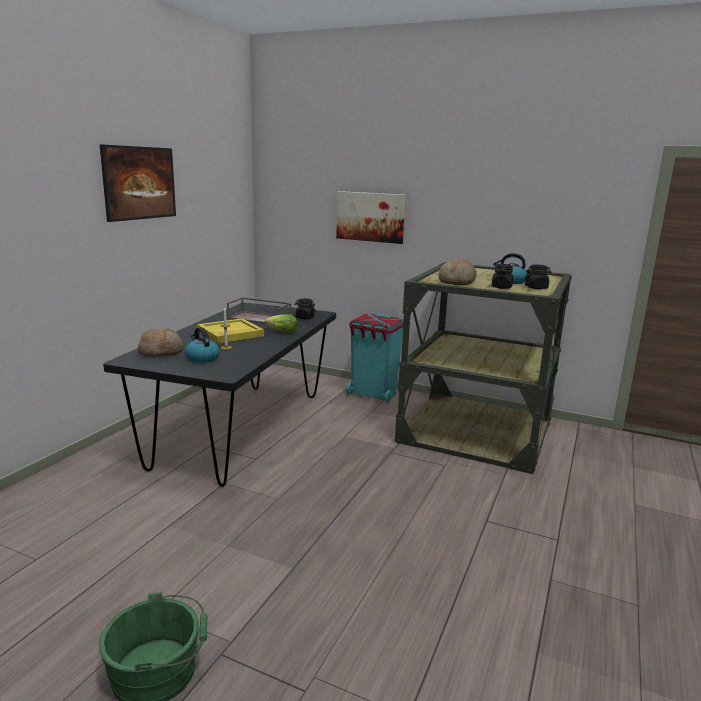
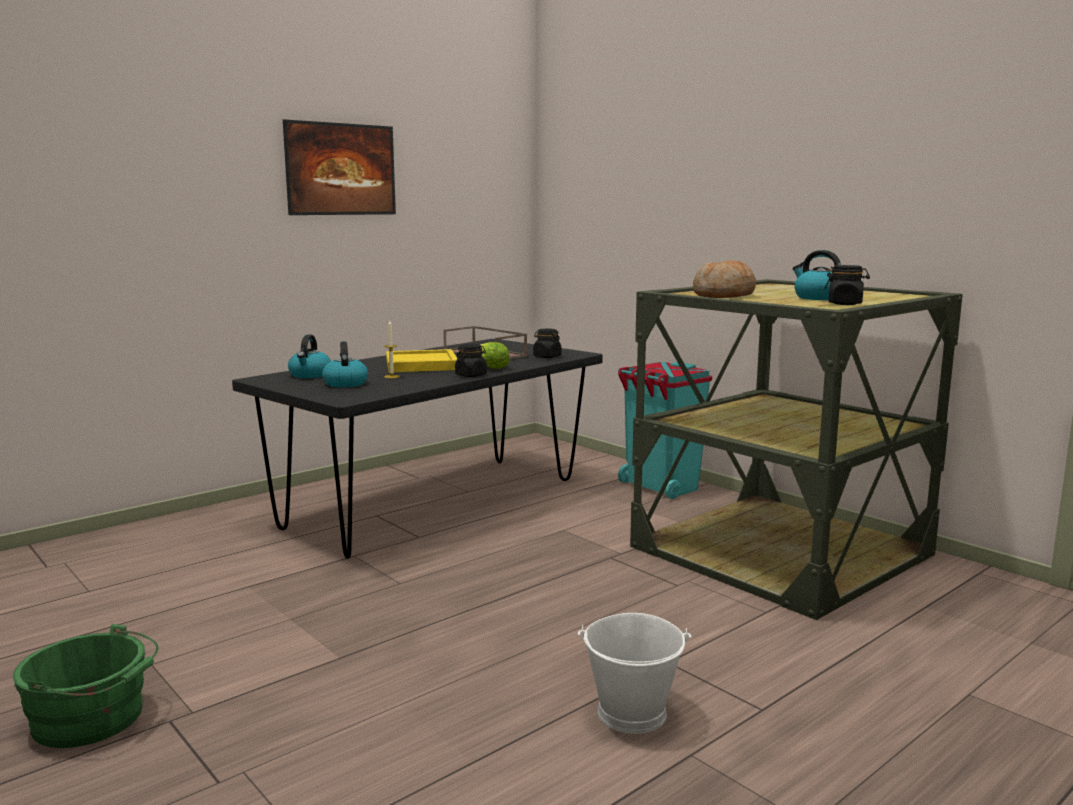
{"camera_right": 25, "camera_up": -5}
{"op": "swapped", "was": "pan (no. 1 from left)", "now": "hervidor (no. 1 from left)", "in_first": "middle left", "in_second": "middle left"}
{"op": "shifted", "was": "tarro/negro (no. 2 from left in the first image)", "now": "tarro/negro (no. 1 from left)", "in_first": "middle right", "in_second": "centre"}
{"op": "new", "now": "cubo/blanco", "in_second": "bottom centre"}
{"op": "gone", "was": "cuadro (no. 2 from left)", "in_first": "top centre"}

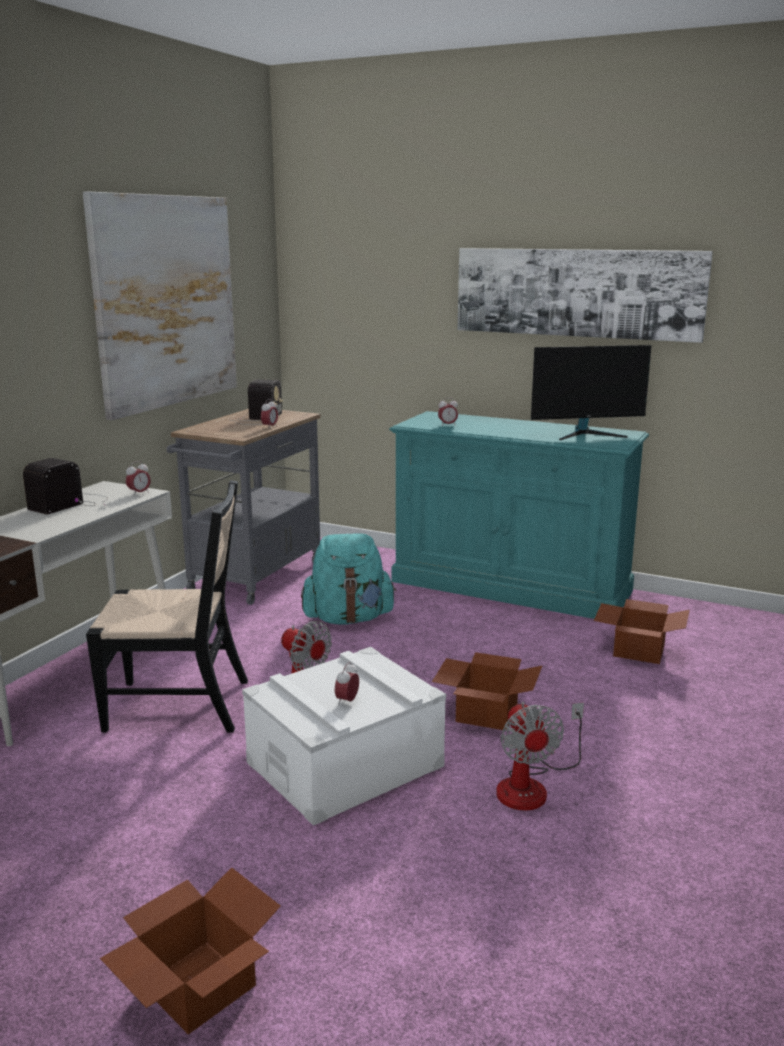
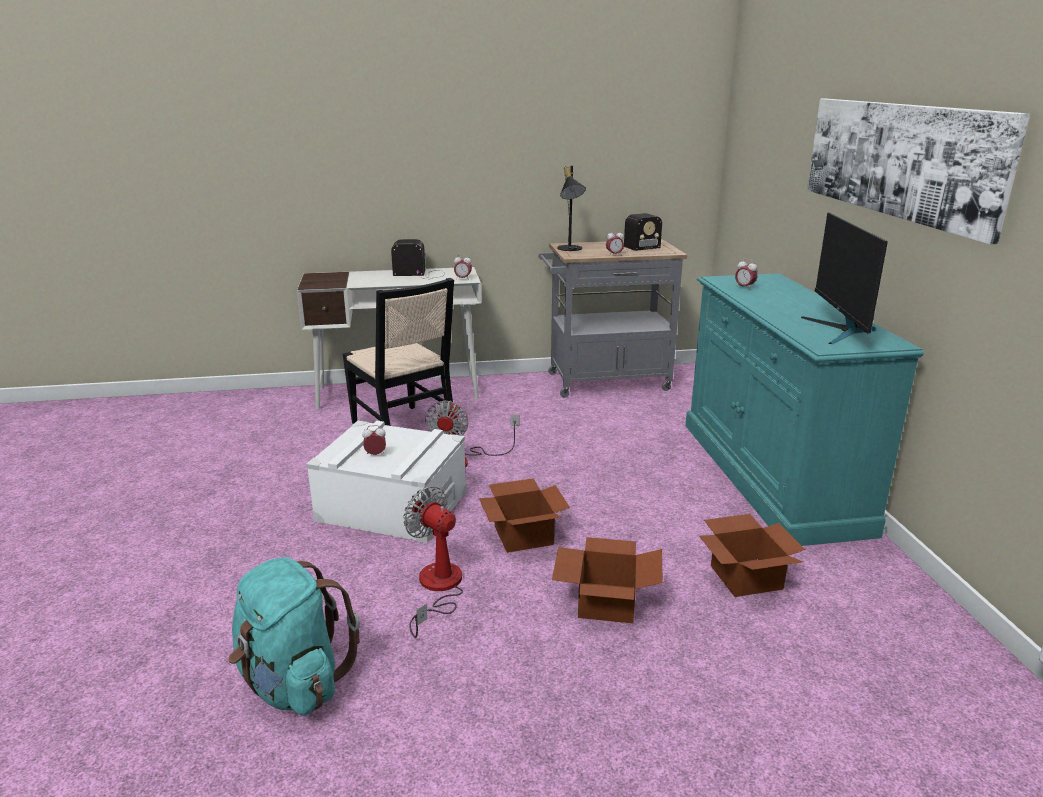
{"camera_right": 55, "camera_up": 5}
{"op": "shifted", "was": "mochila/turquesa", "in_first": "centre", "in_second": "bottom left"}
{"op": "rotated", "was": "ventilador (no. 2 from left in the first image)", "in_first": "bottom right", "in_second": "bottom centre", "clockwise": 90}
{"op": "shifted", "was": "caja de cartón (no. 1 from left in the first image)", "now": "caja de cartón (no. 2 from left)", "in_first": "bottom left", "in_second": "bottom centre"}
{"op": "new", "now": "lámpara de mesa/negro", "in_second": "top centre"}
{"op": "rotated", "was": "monitor", "in_first": "middle right", "in_second": "middle right", "clockwise": 45}
{"op": "gone", "was": "cuadro (no. 1 from left)", "in_first": "top left"}

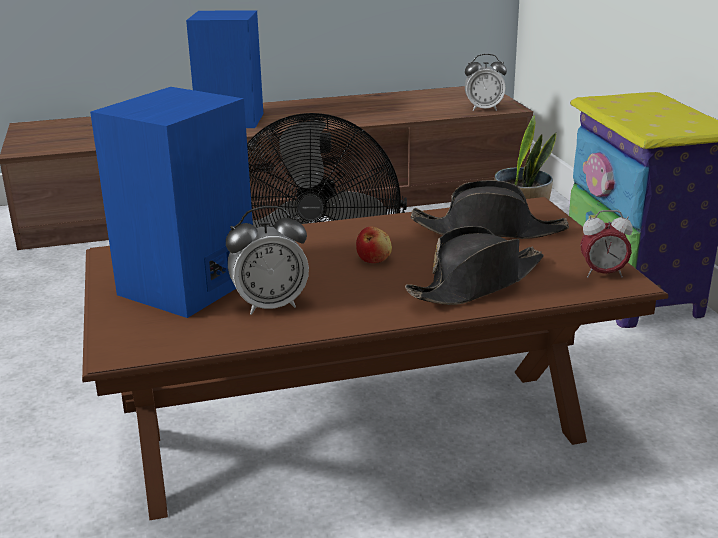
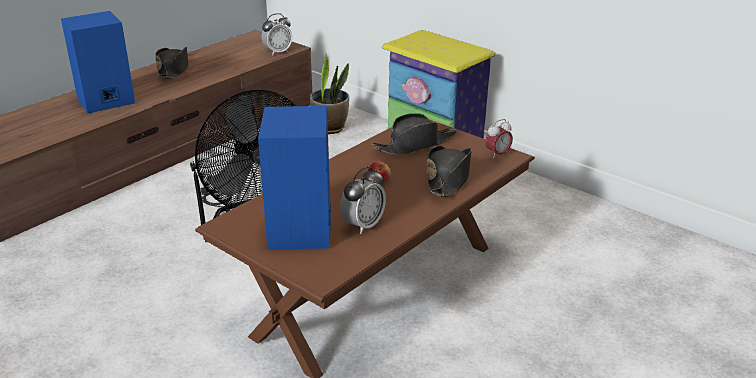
{"camera_right": -35, "camera_up": 5}
{"op": "new", "now": "sombrero/negro (no. 1 from left)", "in_second": "top left"}

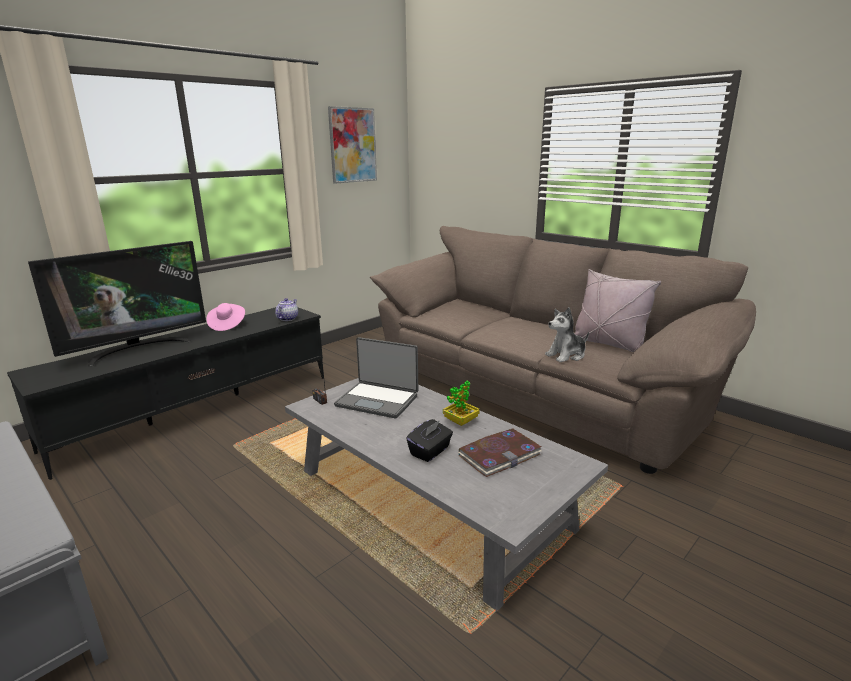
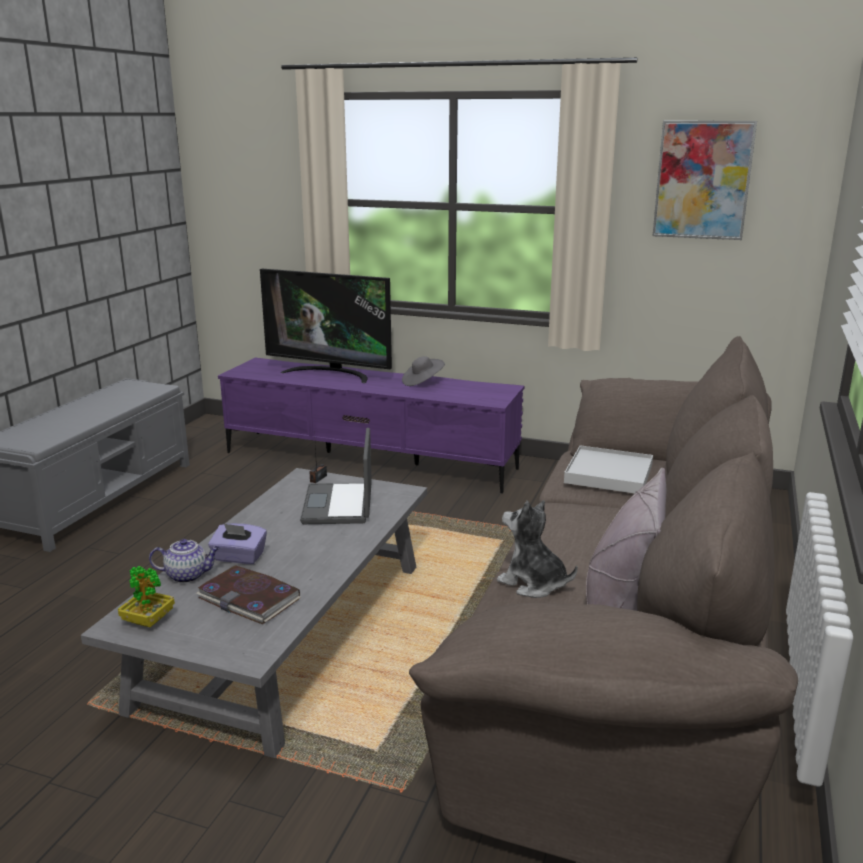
{"camera_right": 65, "camera_up": 0}
{"op": "shifted", "was": "planta en maceta", "in_first": "centre", "in_second": "bottom left"}
{"op": "shifted", "was": "tetera", "in_first": "centre", "in_second": "middle left"}
{"op": "repainted", "was": "caja de pañuelos/negro", "now": "caja de pañuelos/morado", "in_first": "centre", "in_second": "middle left"}
{"op": "repainted", "was": "mueble de televisión/negro", "now": "mueble de televisión/morado", "in_first": "middle left", "in_second": "centre"}
{"op": "repainted", "was": "sombrero/rosa", "now": "sombrero/gris", "in_first": "middle left", "in_second": "centre"}
{"op": "new", "now": "bandeja/blanco", "in_second": "middle right"}

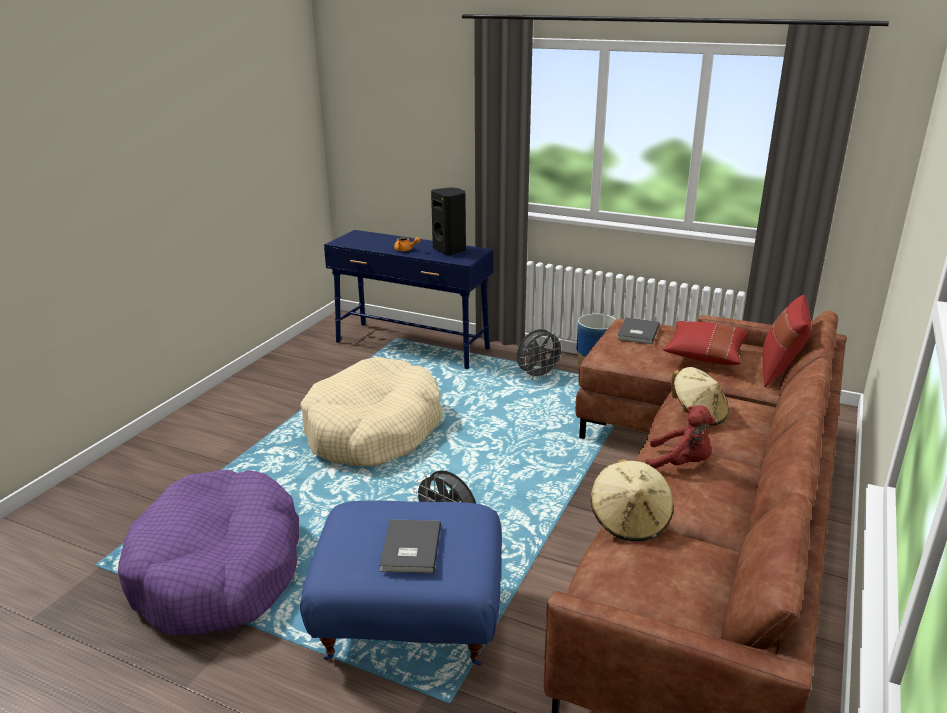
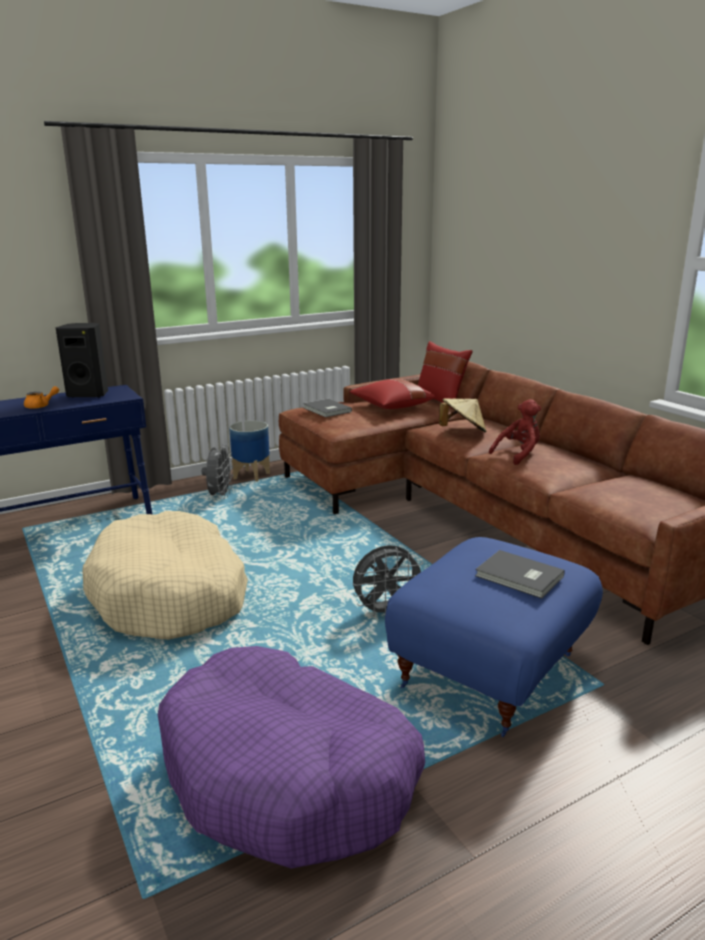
{"camera_right": -55, "camera_up": -5}
{"op": "gone", "was": "sombrero/beis (no. 1 from left)", "in_first": "bottom right"}

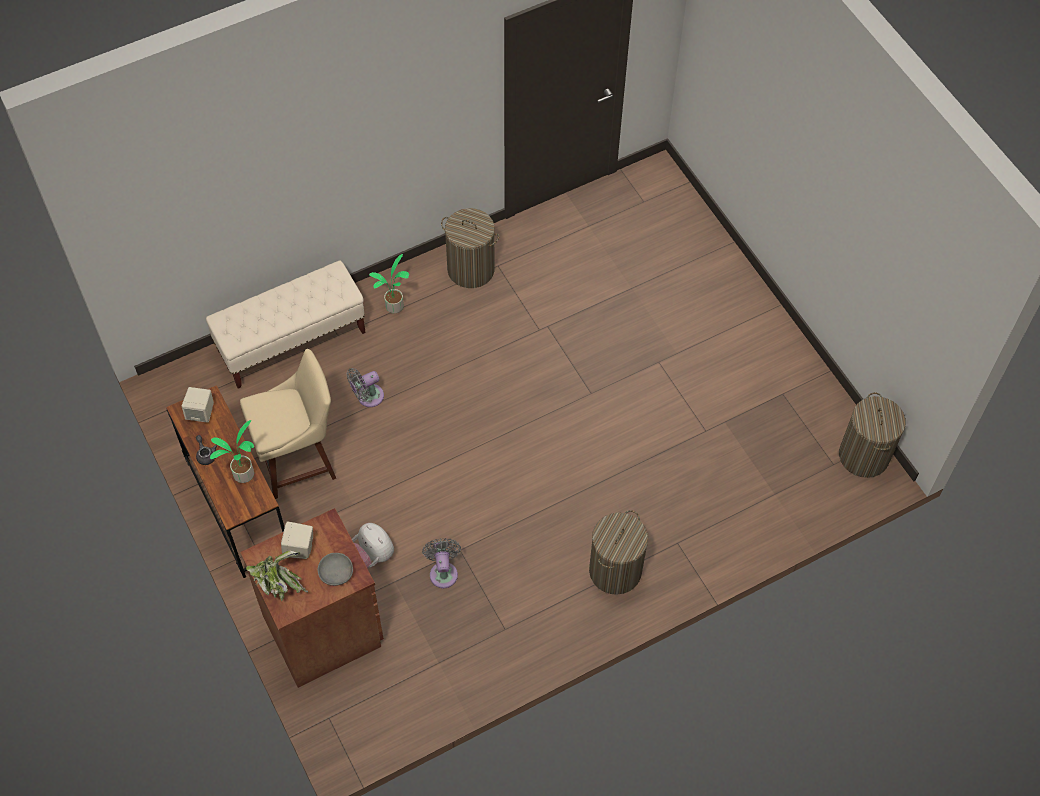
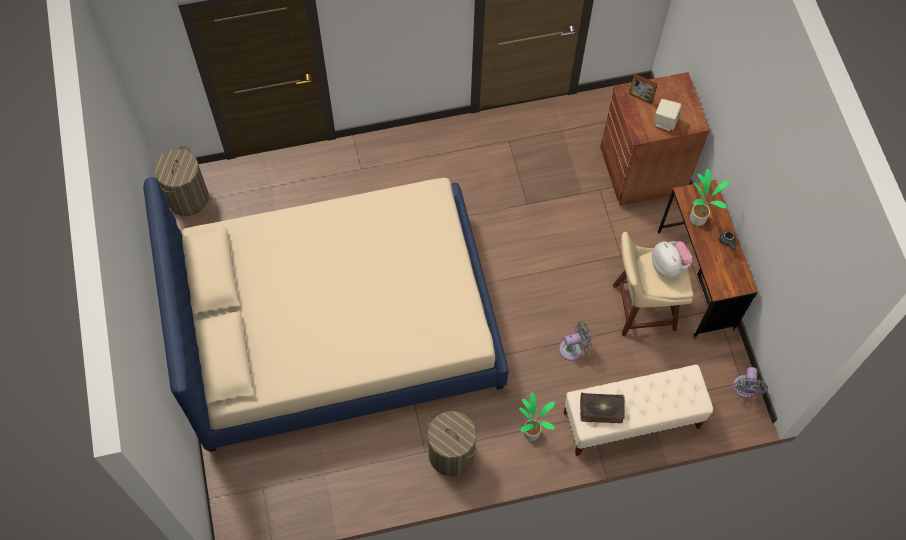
{"camera_right": -165, "camera_up": 5}
{"op": "new", "now": "cama/beis", "in_second": "centre"}
{"op": "new", "now": "libro", "in_second": "bottom centre"}
{"op": "swapped", "was": "cuenco/gris", "now": "portarretratos", "in_first": "bottom left", "in_second": "top right"}
{"op": "shifted", "was": "peluche", "in_first": "bottom centre", "in_second": "middle right"}
{"op": "shifted", "was": "ventilador/gris (no. 2 from left)", "in_first": "bottom centre", "in_second": "bottom right"}
{"op": "gone", "was": "altavoz/beis (no. 1 from left)", "in_first": "middle left"}
{"op": "gone", "was": "planta en maceta (no. 2 from left)", "in_first": "bottom left"}
{"op": "gone", "was": "cesto de la ropa (no. 2 from left)", "in_first": "bottom centre"}

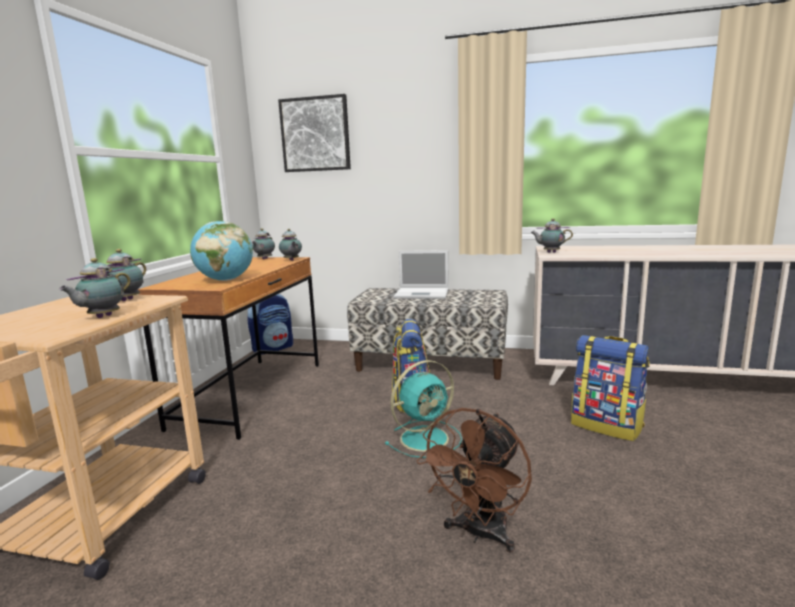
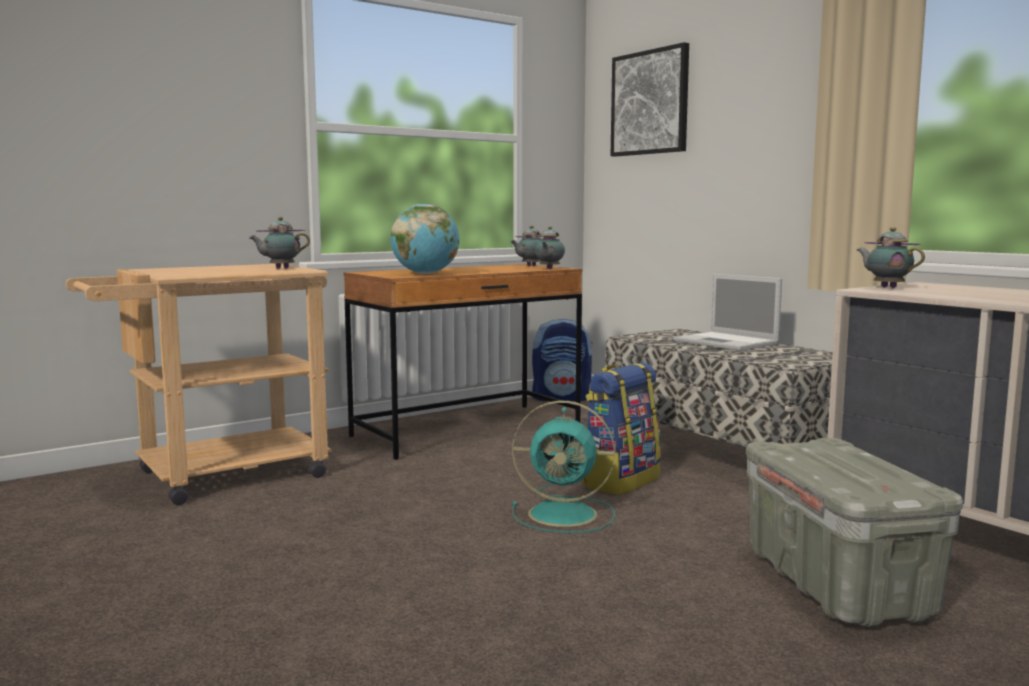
{"camera_right": 40, "camera_up": -5}
{"op": "swapped", "was": "mochila (no. 3 from left)", "now": "caja de almacenaje/gris", "in_first": "middle right", "in_second": "bottom right"}
{"op": "gone", "was": "tetera (no. 1 from left)", "in_first": "middle left"}
{"op": "gone", "was": "ventilador/marrón", "in_first": "bottom centre"}

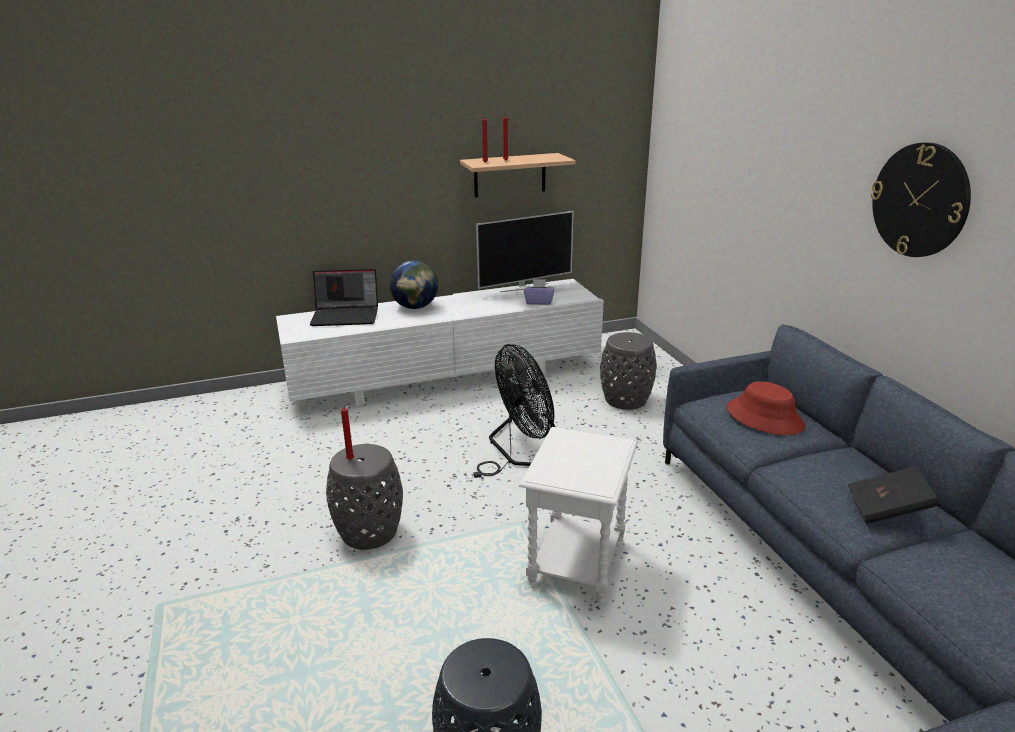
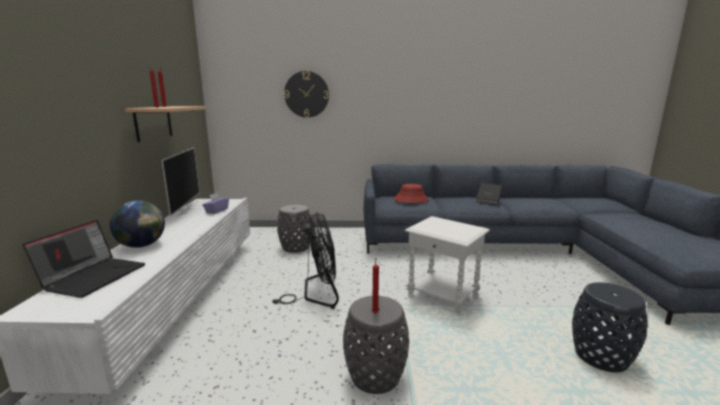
{"camera_right": -70, "camera_up": -10}
{"op": "rotated", "was": "ventilador/negro", "in_first": "centre", "in_second": "centre", "clockwise": 90}
{"op": "shifted", "was": "reloj de pared", "in_first": "top right", "in_second": "top centre"}

